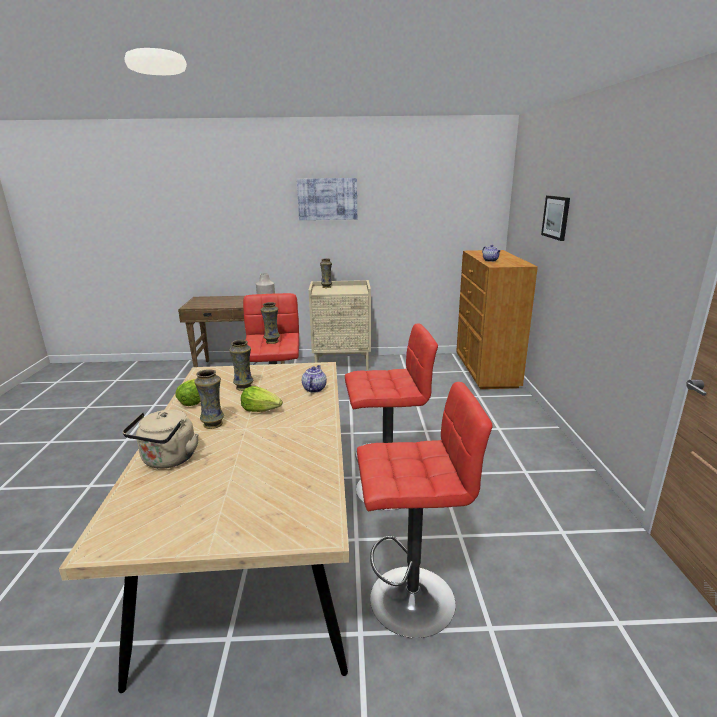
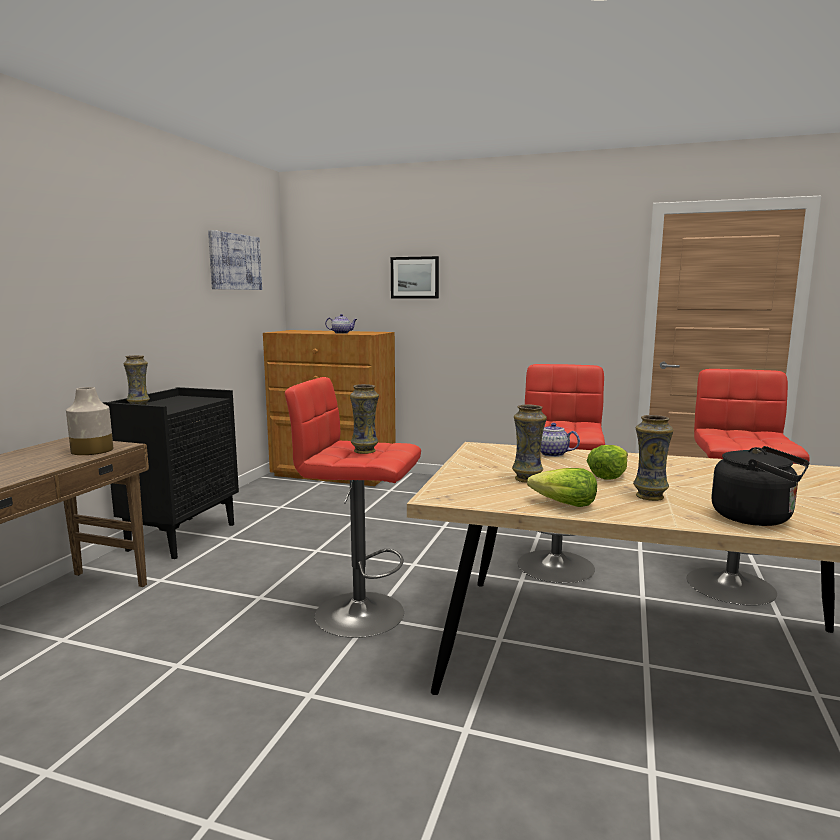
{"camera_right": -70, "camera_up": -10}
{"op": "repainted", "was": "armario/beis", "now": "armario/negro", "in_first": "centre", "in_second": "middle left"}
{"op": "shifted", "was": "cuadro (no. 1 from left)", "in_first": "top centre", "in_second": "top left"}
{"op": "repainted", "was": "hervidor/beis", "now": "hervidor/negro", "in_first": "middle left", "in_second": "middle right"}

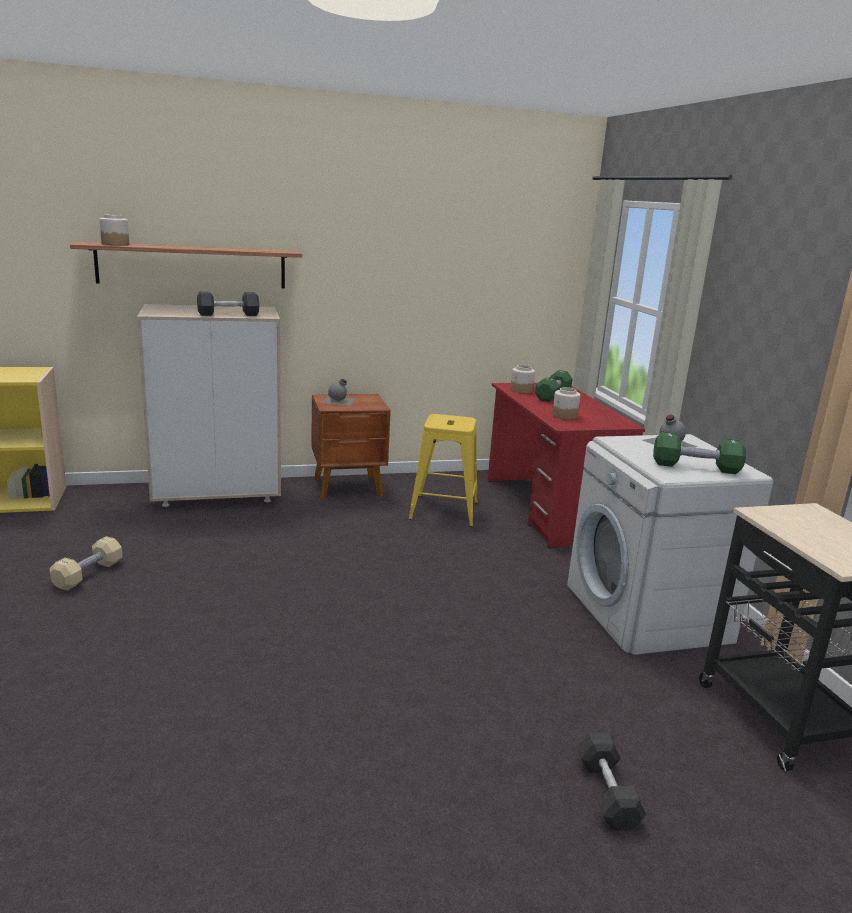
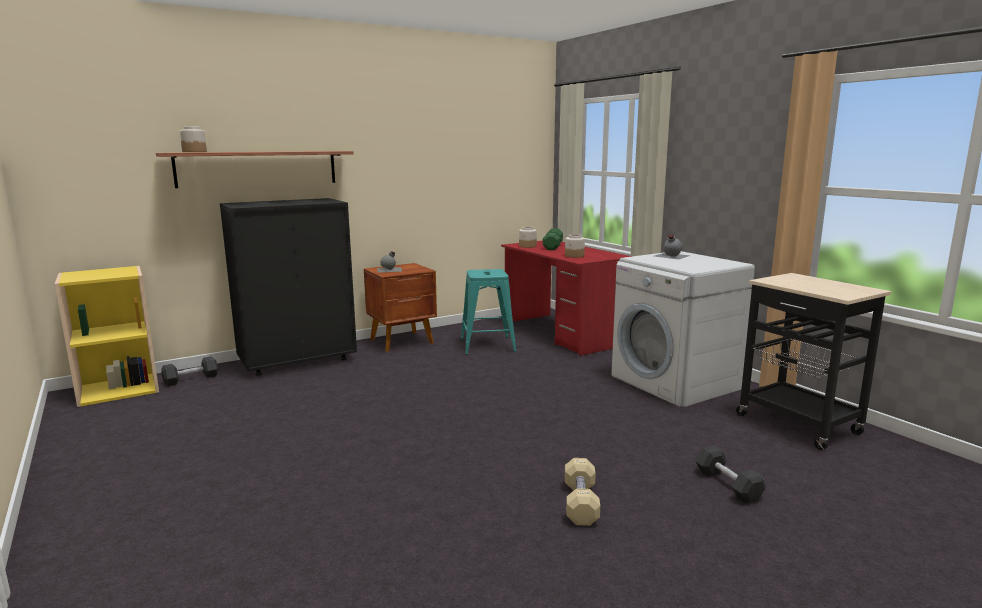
{"camera_right": -15, "camera_up": -5}
{"op": "shifted", "was": "mancuerna/negro (no. 1 from left)", "in_first": "top left", "in_second": "middle left"}
{"op": "repainted", "was": "armario/beis", "now": "armario/negro", "in_first": "middle left", "in_second": "middle left"}
{"op": "repainted", "was": "taburete/amarillo", "now": "taburete/turquesa", "in_first": "centre", "in_second": "centre"}
{"op": "shifted", "was": "mancuerna/beis", "in_first": "middle left", "in_second": "bottom centre"}
{"op": "gone", "was": "mancuerna/verde (no. 2 from left)", "in_first": "middle right"}

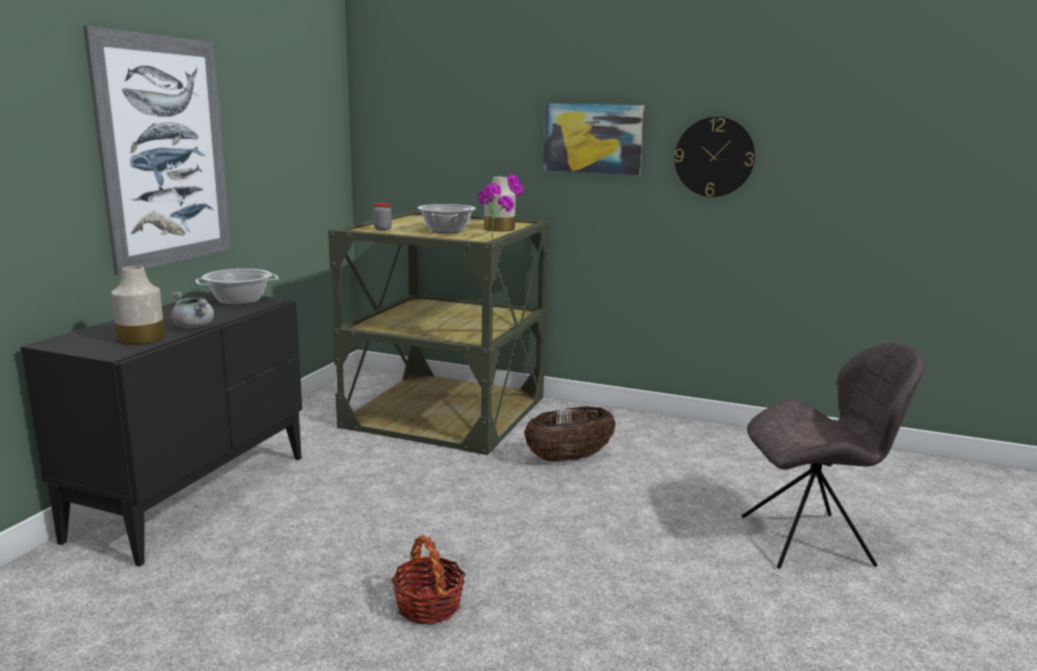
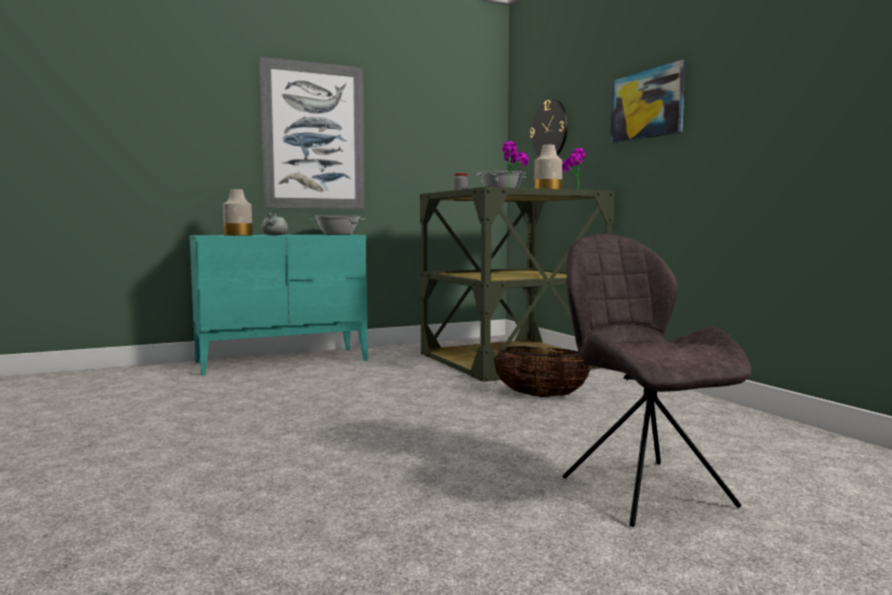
{"camera_right": 45, "camera_up": -10}
{"op": "repainted", "was": "armario/negro", "now": "armario/turquesa", "in_first": "middle left", "in_second": "middle left"}
{"op": "shifted", "was": "reloj de pared", "in_first": "top right", "in_second": "top centre"}
{"op": "rotated", "was": "silla/gris", "in_first": "bottom right", "in_second": "middle right", "clockwise": -150}
{"op": "gone", "was": "cesta (no. 1 from left)", "in_first": "bottom centre"}

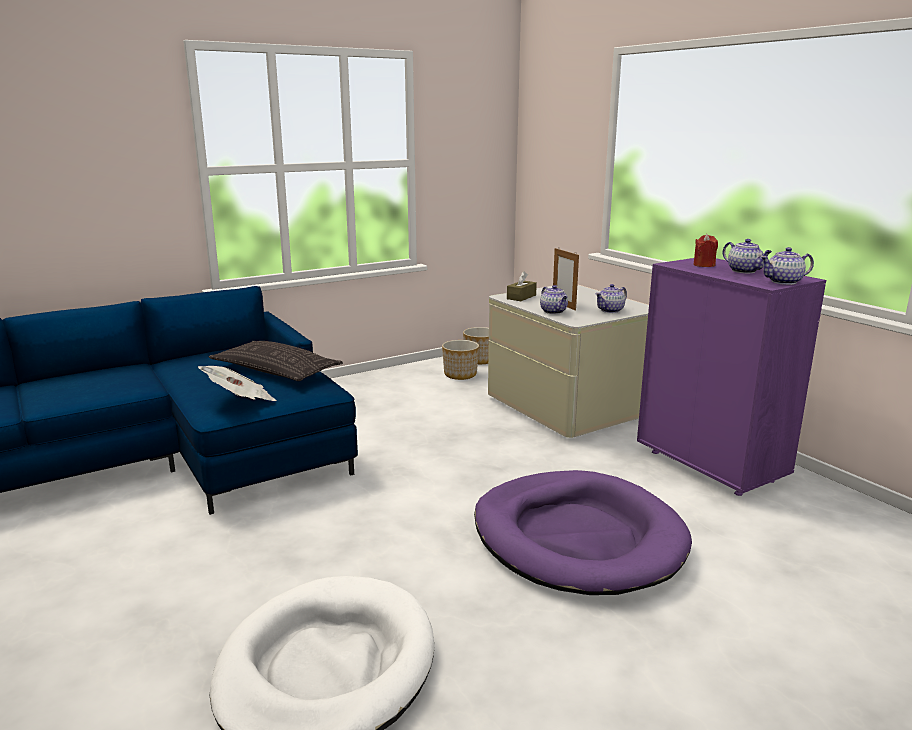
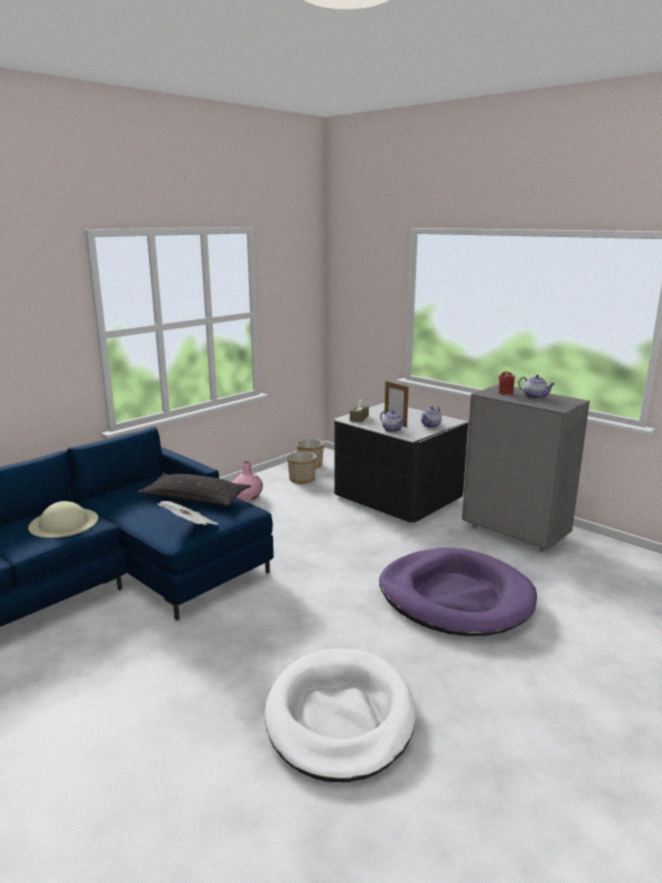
{"camera_right": -15, "camera_up": 0}
{"op": "new", "now": "sombrero/beis", "in_second": "middle left"}
{"op": "new", "now": "florero/rosa", "in_second": "centre"}
{"op": "repainted", "was": "mesita de noche/beis", "now": "mesita de noche/negro", "in_first": "centre", "in_second": "centre"}
{"op": "repainted", "was": "armario/morado", "now": "armario/gris", "in_first": "middle right", "in_second": "middle right"}
{"op": "gone", "was": "tetera (no. 4 from left)", "in_first": "middle right"}

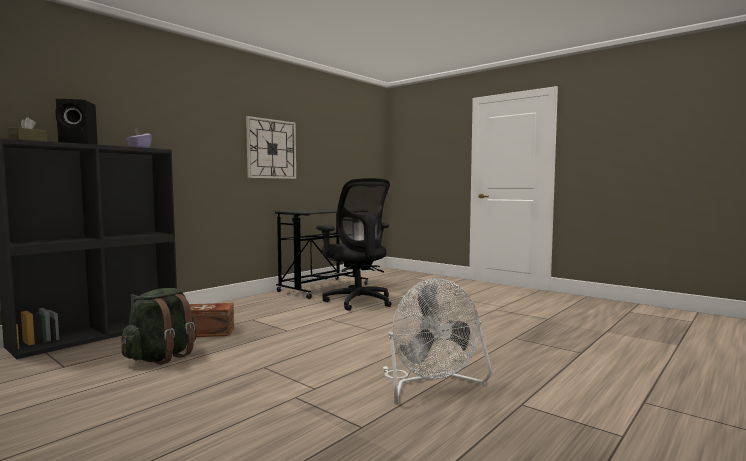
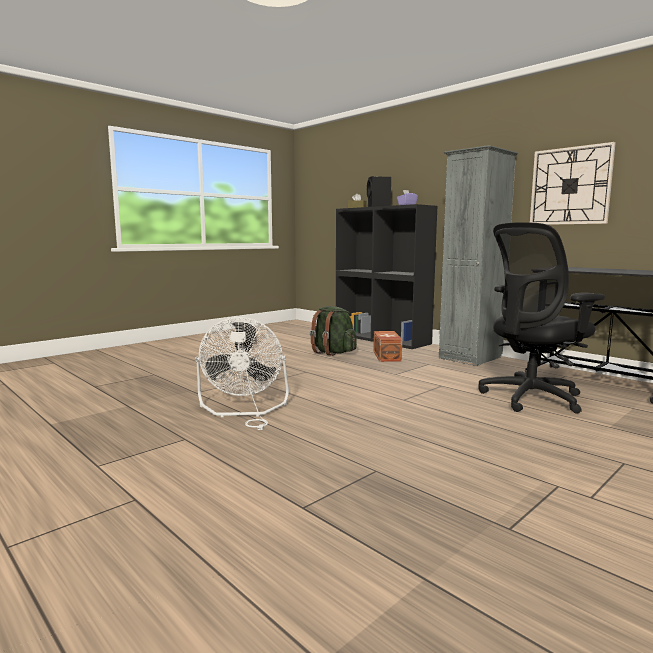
{"camera_right": 95, "camera_up": 5}
{"op": "rotated", "was": "ventilador/blanco", "in_first": "bottom centre", "in_second": "centre", "clockwise": 105}
{"op": "new", "now": "armario/gris", "in_second": "middle right"}

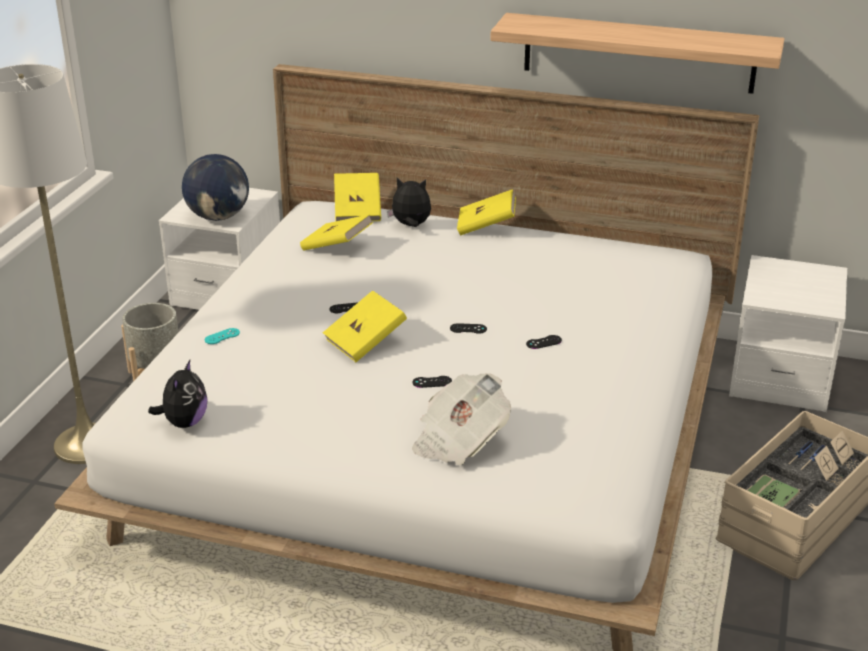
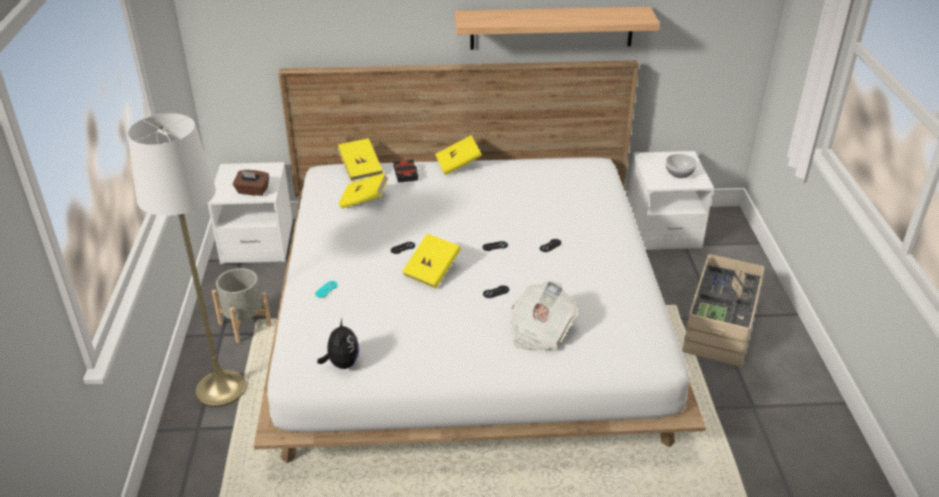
{"camera_right": -20, "camera_up": 5}
{"op": "swapped", "was": "globo terráqueo", "now": "caja de pañuelos/marrón", "in_first": "top left", "in_second": "middle left"}
{"op": "swapped", "was": "peluche (no. 2 from left)", "now": "libro/negro", "in_first": "top centre", "in_second": "centre"}
{"op": "new", "now": "cuenco", "in_second": "middle right"}

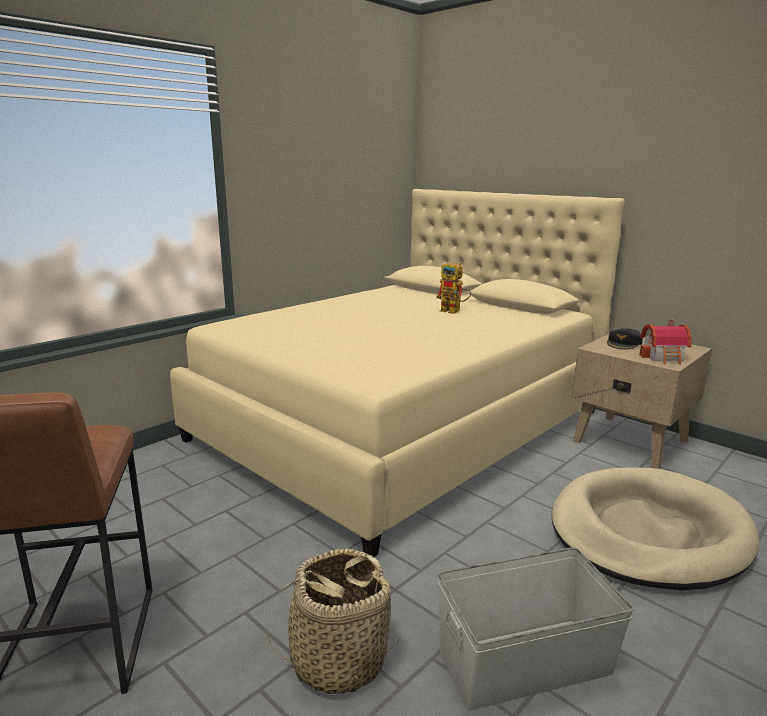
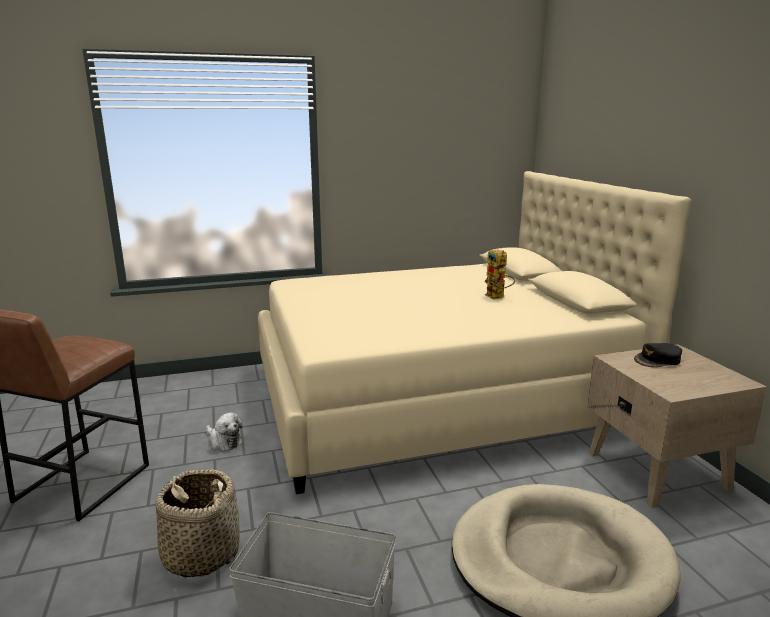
{"camera_right": 30, "camera_up": 0}
{"op": "new", "now": "peluche", "in_second": "bottom left"}
{"op": "gone", "was": "casita", "in_first": "middle right"}

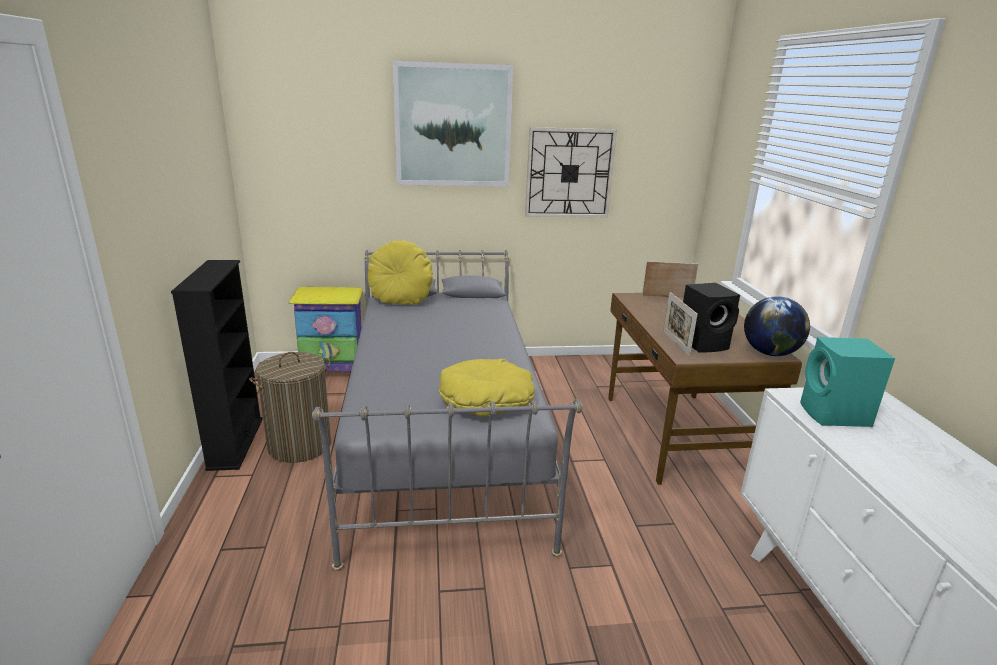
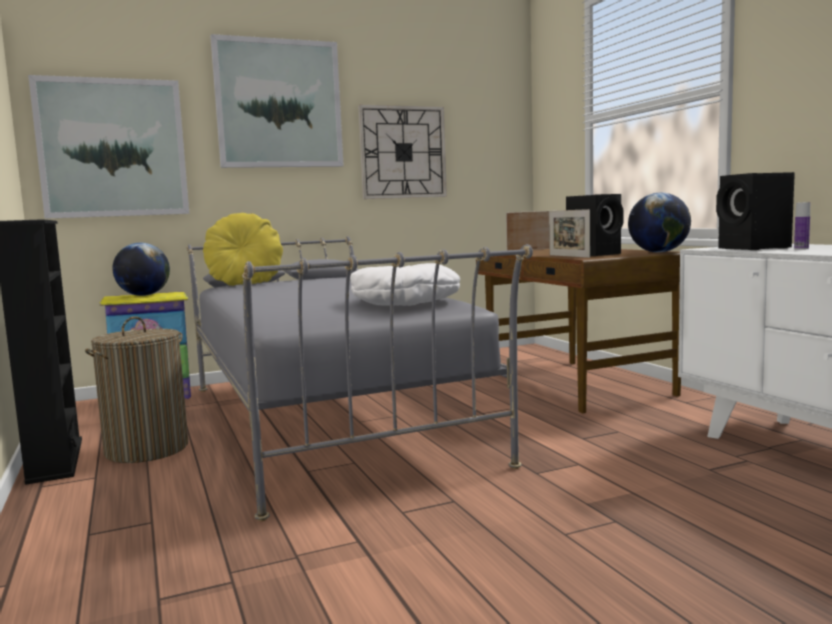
{"camera_right": -15, "camera_up": -15}
{"op": "new", "now": "cuadro (no. 1 from left)", "in_second": "top left"}
{"op": "new", "now": "globo terráqueo (no. 1 from left)", "in_second": "middle left"}
{"op": "repainted", "was": "cojín/amarillo (no. 2 from left)", "now": "cojín/blanco", "in_first": "centre", "in_second": "centre"}
{"op": "repainted", "was": "altavoz/turquesa", "now": "altavoz/negro (no. 2 from left)", "in_first": "middle right", "in_second": "middle right"}
{"op": "new", "now": "botella", "in_second": "middle right"}

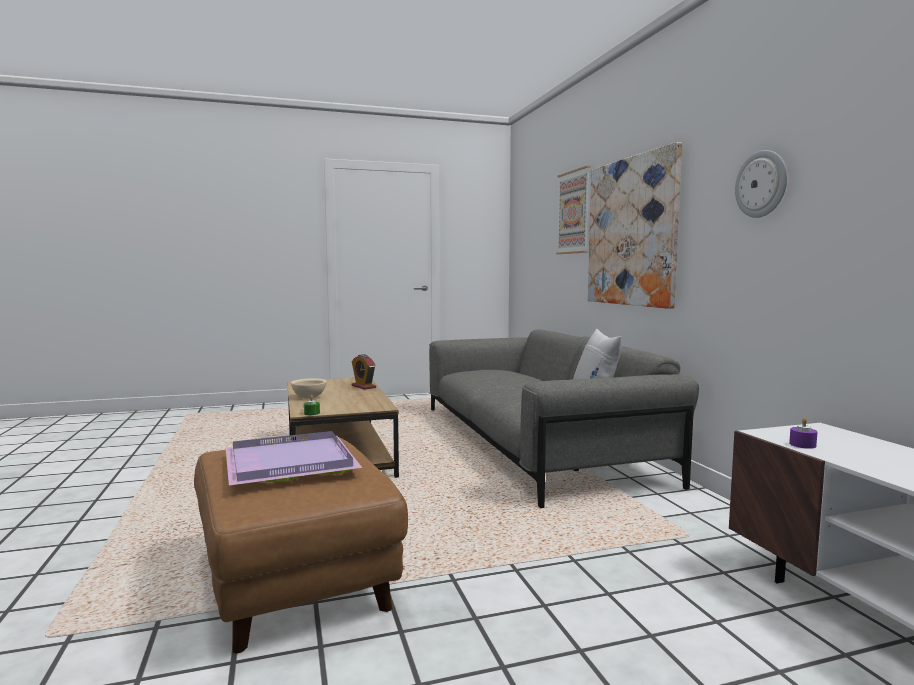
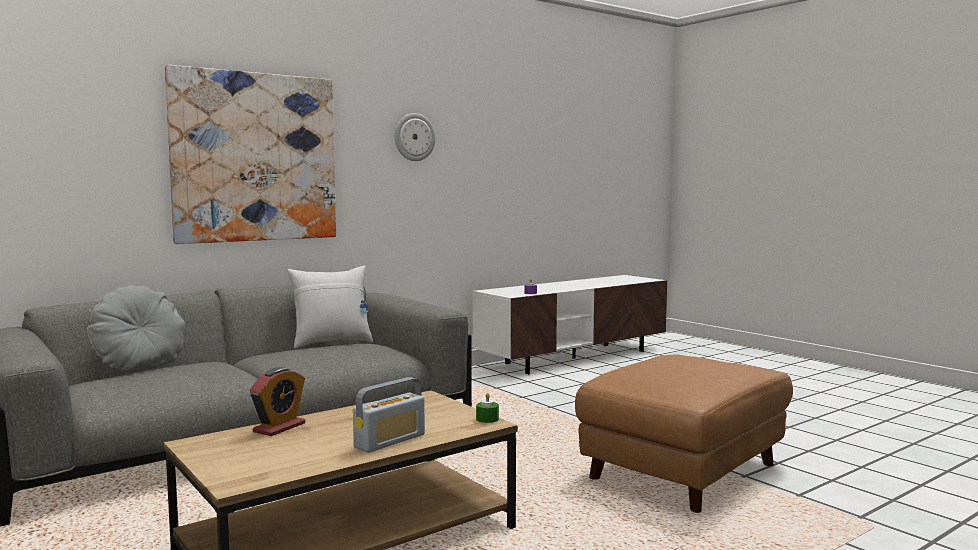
{"camera_right": -110, "camera_up": 0}
{"op": "new", "now": "cojín/gris (no. 1 from left)", "in_second": "middle left"}
{"op": "swapped", "was": "cuenco/beis", "now": "radio", "in_first": "centre", "in_second": "bottom centre"}
{"op": "gone", "was": "bandeja/morado", "in_first": "bottom left"}
{"op": "gone", "was": "cuadro (no. 1 from left)", "in_first": "top centre"}

